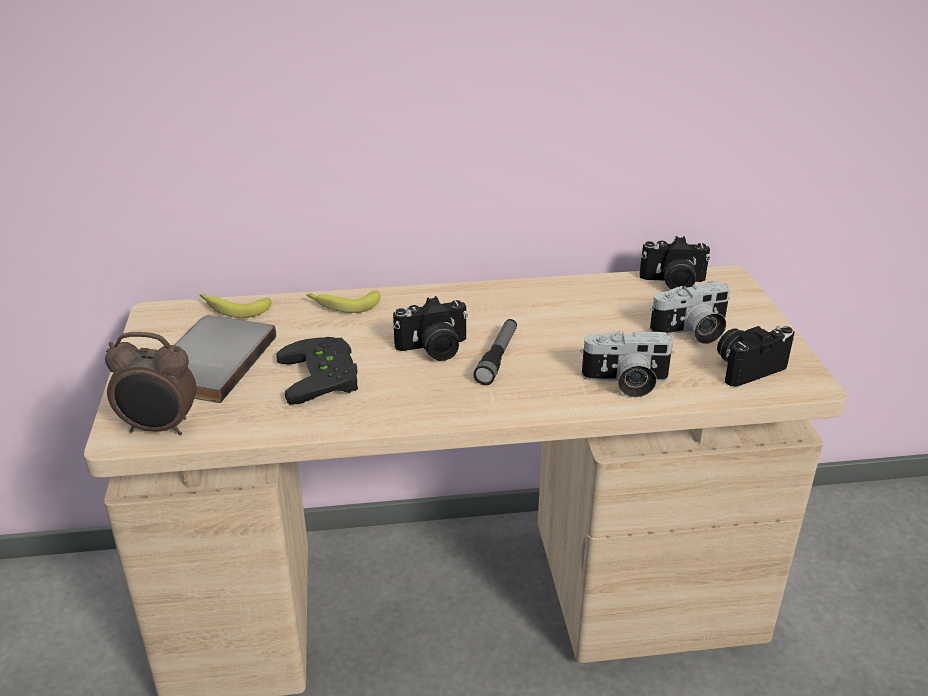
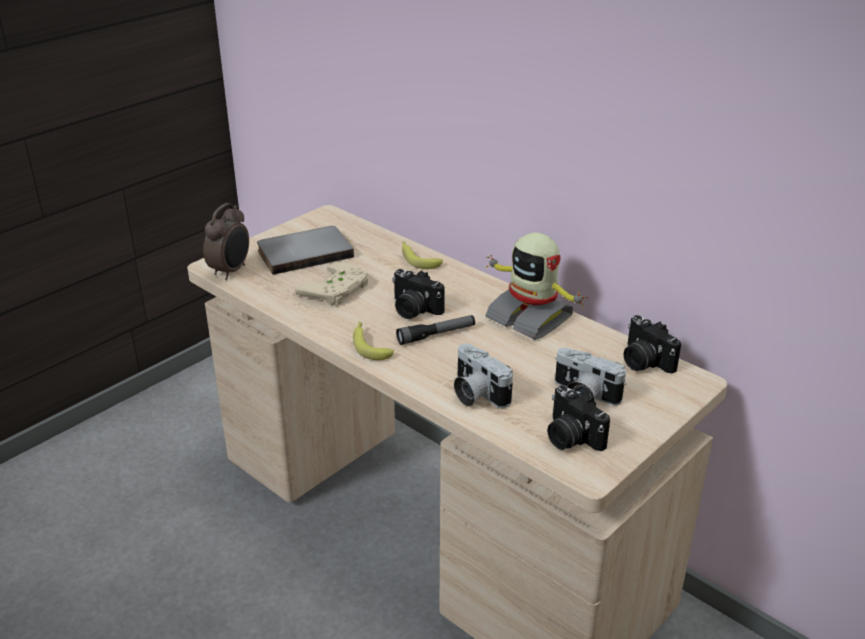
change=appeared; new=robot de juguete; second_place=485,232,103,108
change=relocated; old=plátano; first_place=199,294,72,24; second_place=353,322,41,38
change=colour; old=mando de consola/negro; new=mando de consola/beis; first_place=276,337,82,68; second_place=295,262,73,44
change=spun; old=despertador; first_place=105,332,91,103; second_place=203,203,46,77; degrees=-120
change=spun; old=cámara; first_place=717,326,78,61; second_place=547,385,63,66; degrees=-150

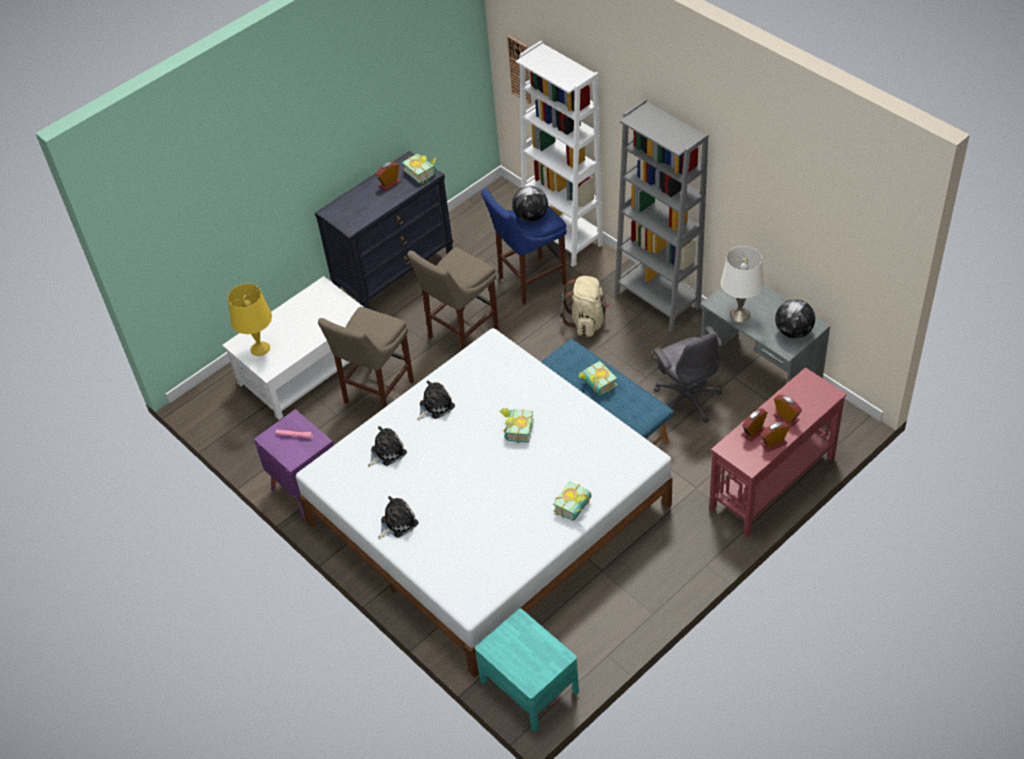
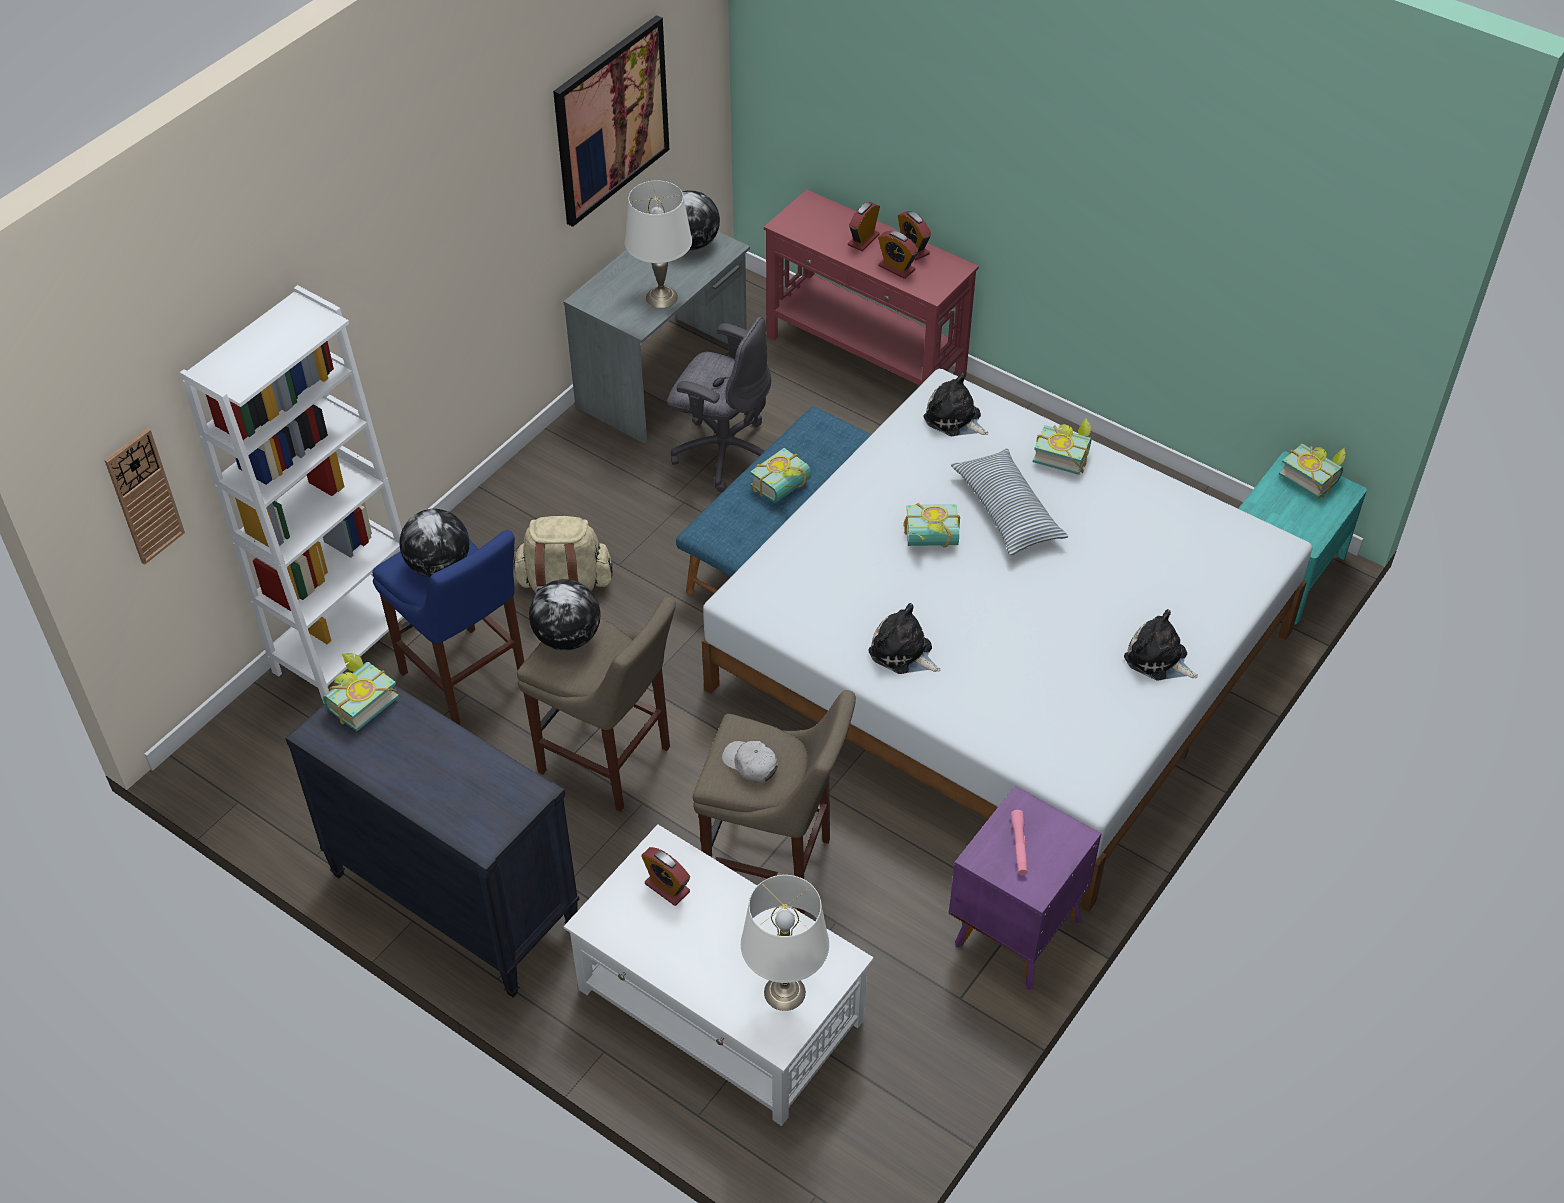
change=missing; old=estantería/gris; first_place=615,99,93,232
change=appeared; new=globo terráqueo; second_place=529,579,72,71
change=appeared; new=cuadro; second_place=553,15,116,212
change=appeared; new=gorra/blanco; second_place=722,741,56,42
change=appeared; new=cojín; second_place=951,448,117,107
change=appeared; new=libro; second_place=1279,444,67,54
change=relocated; old=peluche; first_place=368,426,39,41; second_place=923,373,66,63
change=relocated; old=despertador; first_place=376,162,25,29; second_place=641,847,49,59
change=colour; old=lámpara de mesa/amarillo; new=lámpara de mesa/blanco; first_place=228,284,44,72; second_place=741,875,88,136
change=spun; old=silla de oficina/gris; first_place=653,326,70,97; second_place=667,317,104,175; degrees=60

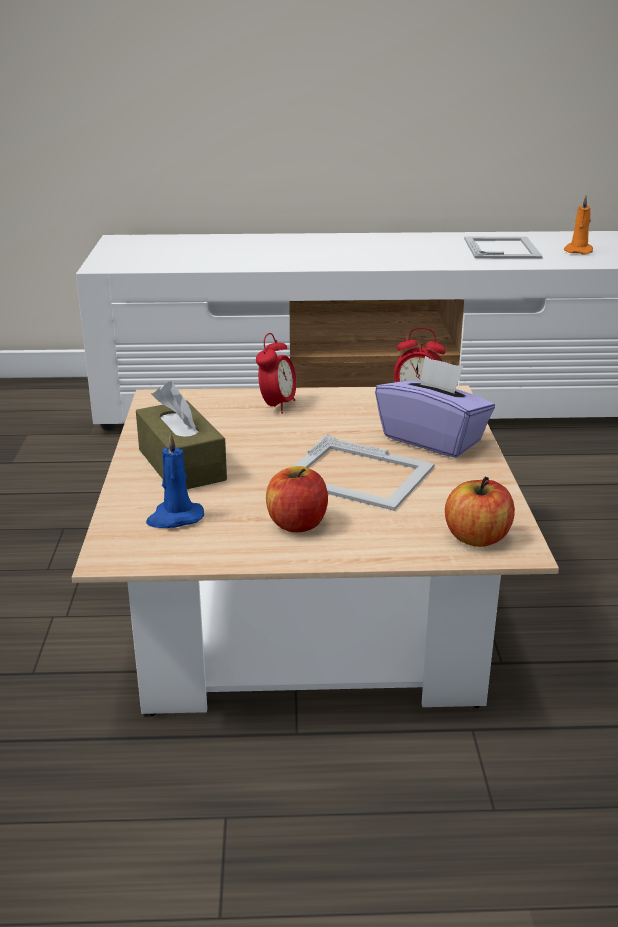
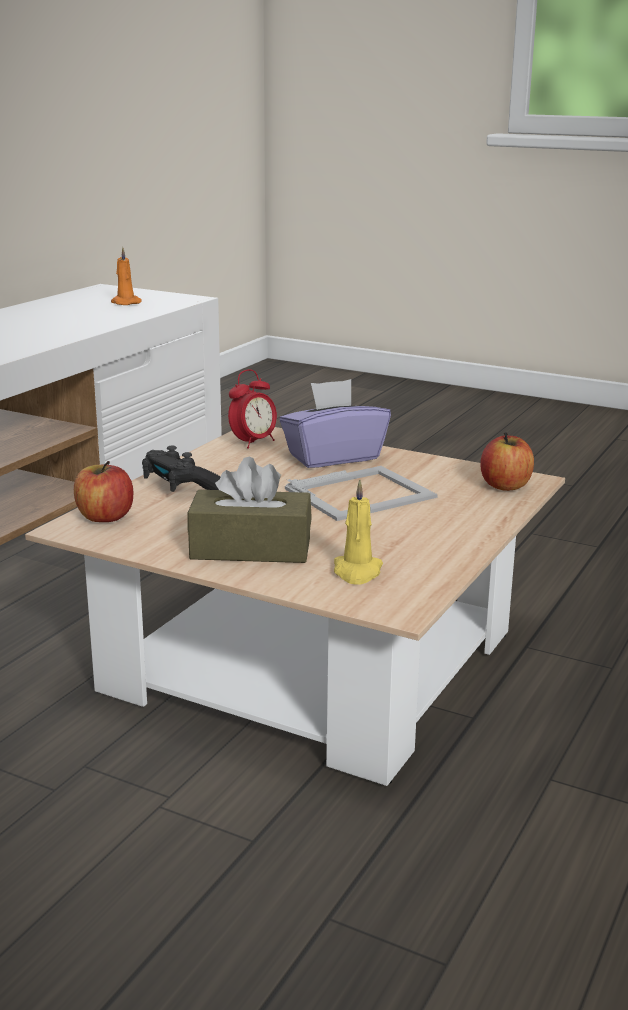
change=missing; old=portarretratos; first_place=464,237,79,22
change=relocated; old=manzana; first_place=266,466,62,66; second_place=74,461,59,61
change=exchanged; old=despertador; new=mando de consola/negro; first_place=256,333,40,81; second_place=142,445,78,47
change=colour; old=vela/azul; new=vela/amarillo; first_place=146,432,58,96; second_place=334,480,49,104

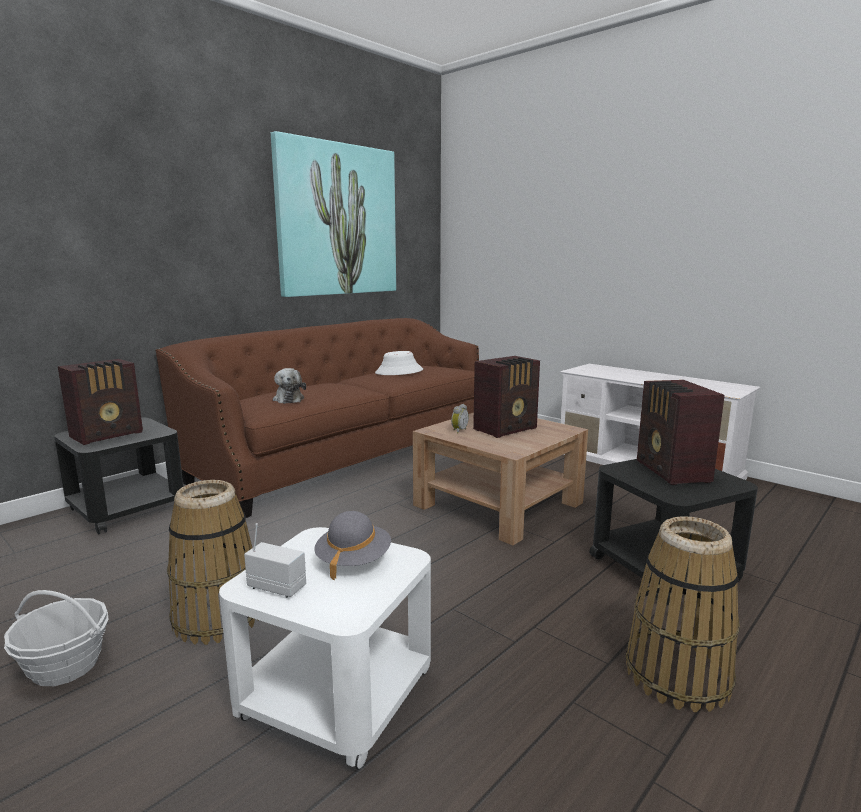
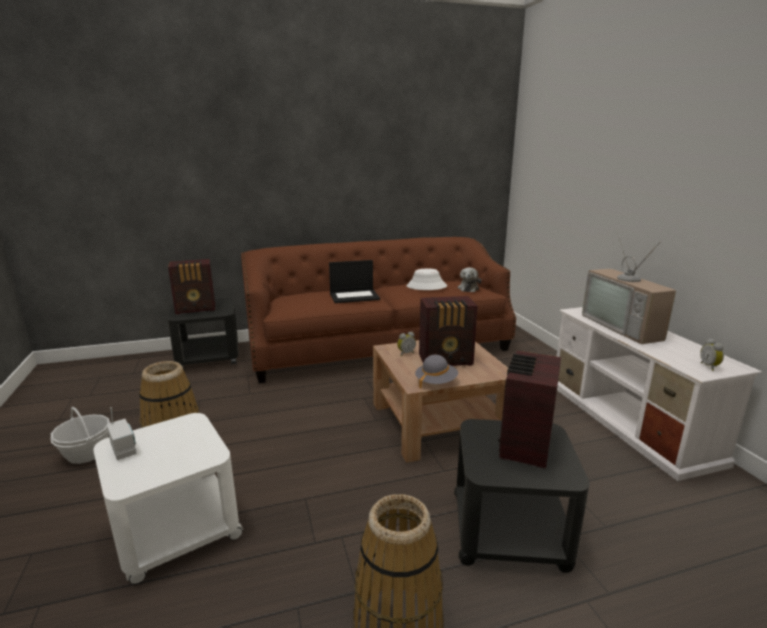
change=missing; old=cuadro; first_place=271,131,125,166
change=appeared; new=portátil; second_place=329,260,51,43
change=appeared; new=televisor; second_place=582,232,94,112
change=appeared; new=despertador; second_place=700,338,24,33
change=relocated; old=peluche; first_place=273,368,33,36; second_place=458,267,23,25
change=relocated; old=sombrero/gris; first_place=314,511,77,69; second_place=415,355,43,34

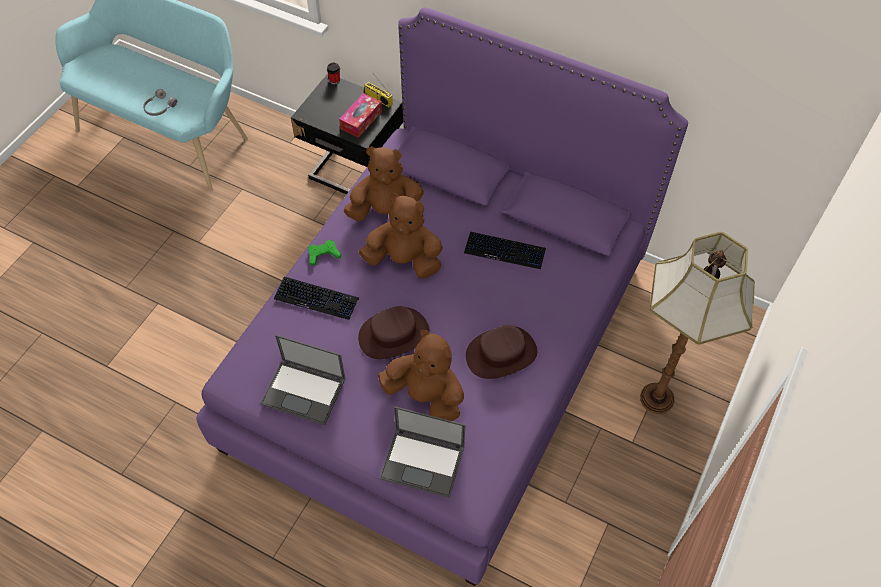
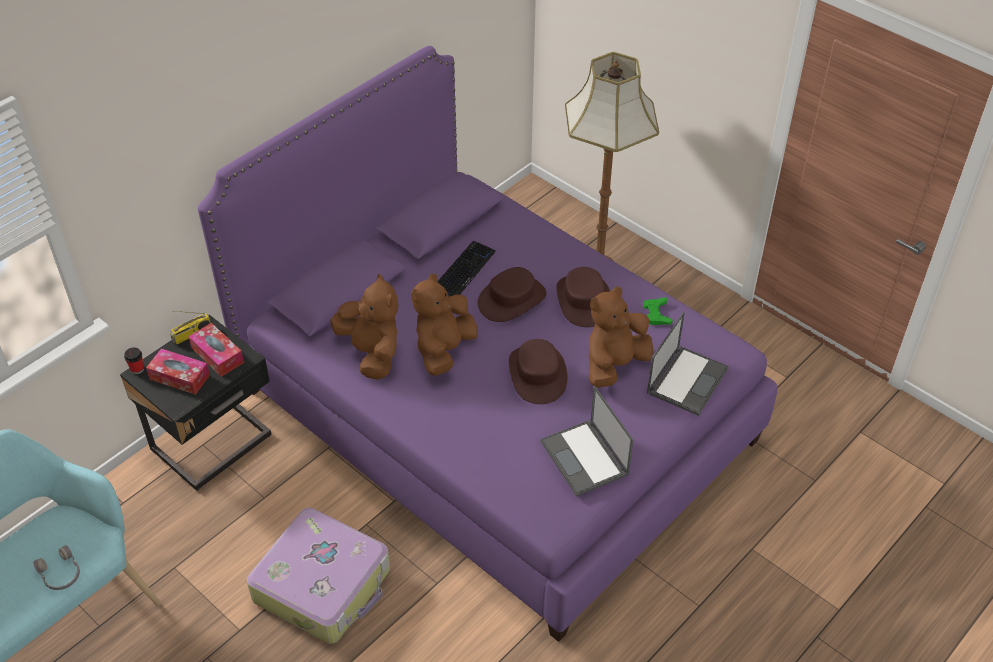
change=missing; old=teclado; first_place=274,277,85,43
change=appeared; new=caja de pañuelos; second_place=146,349,64,46
change=appeared; new=maleta; second_place=247,508,143,136
change=appeared; new=sombrero/marrón; second_place=478,267,69,55
change=relocated; old=mando de consola/verde; first_place=308,240,33,26; second_place=643,297,30,28
change=spun; old=portátil; first_place=260,335,85,90; second_place=540,386,93,111; degrees=120
change=spun; old=peluche/marrón; first_place=344,147,80,74; second_place=330,274,69,106; degrees=135

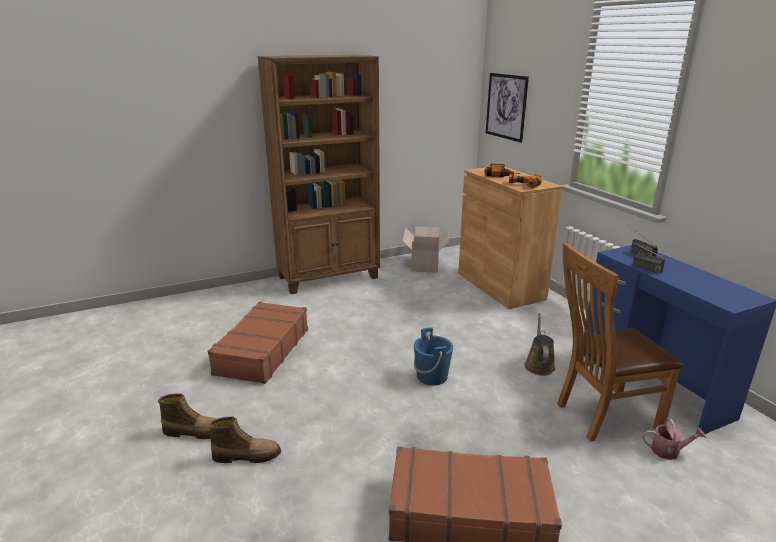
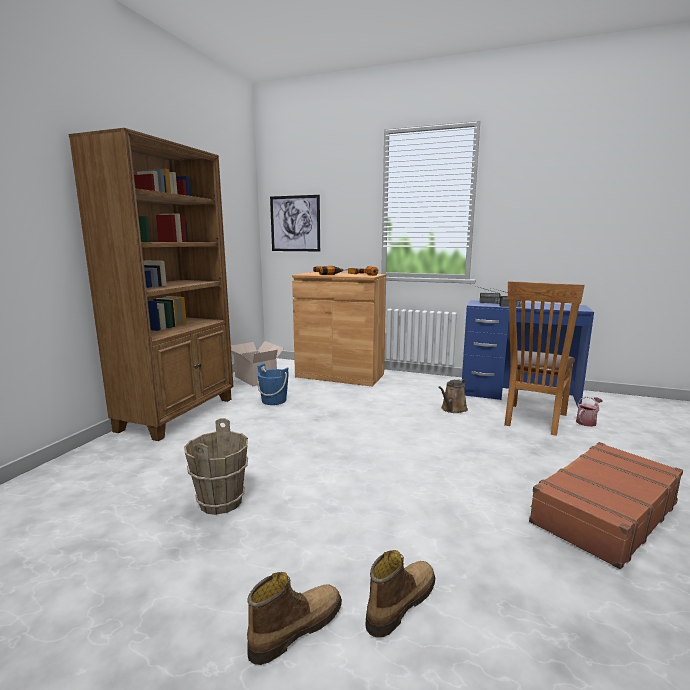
change=relocated; old=cubo/azul; first_place=414,327,39,59; second_place=257,364,32,41
change=exchanged; old=maleta/marrón; new=cubo/marrón; first_place=208,302,100,82; second_place=184,418,64,97
change=spun; old=regadera/marrón; first_place=524,313,31,63; second_place=438,379,30,34; degrees=-105

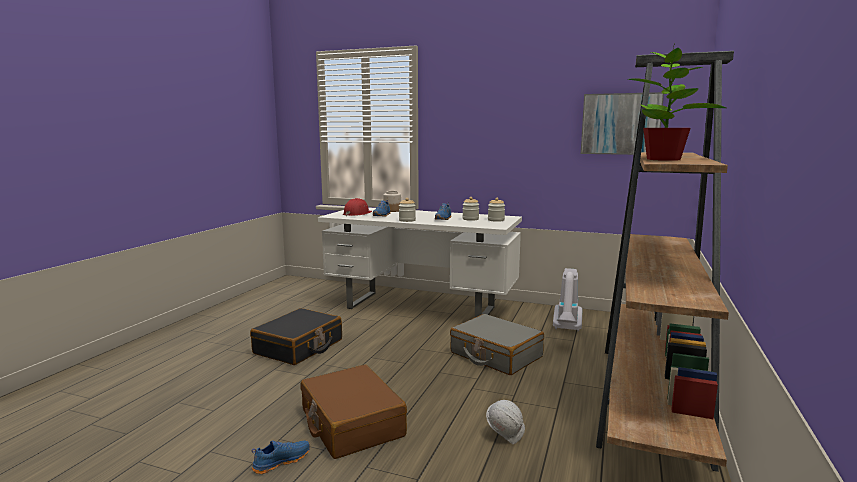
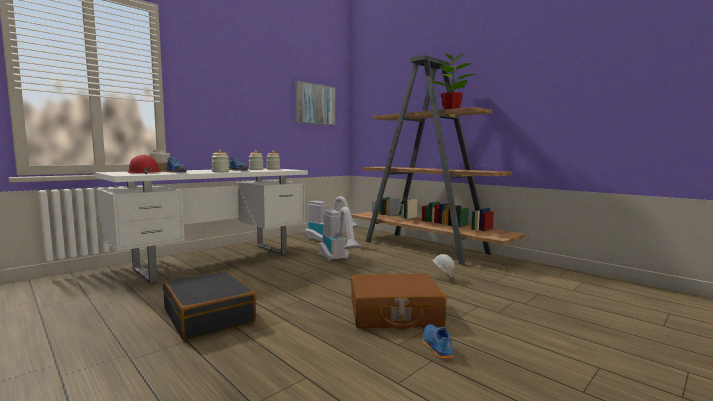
change=exchanged; old=maleta/gris; new=aspiradora; first_place=450,314,94,61; second_place=319,207,42,54

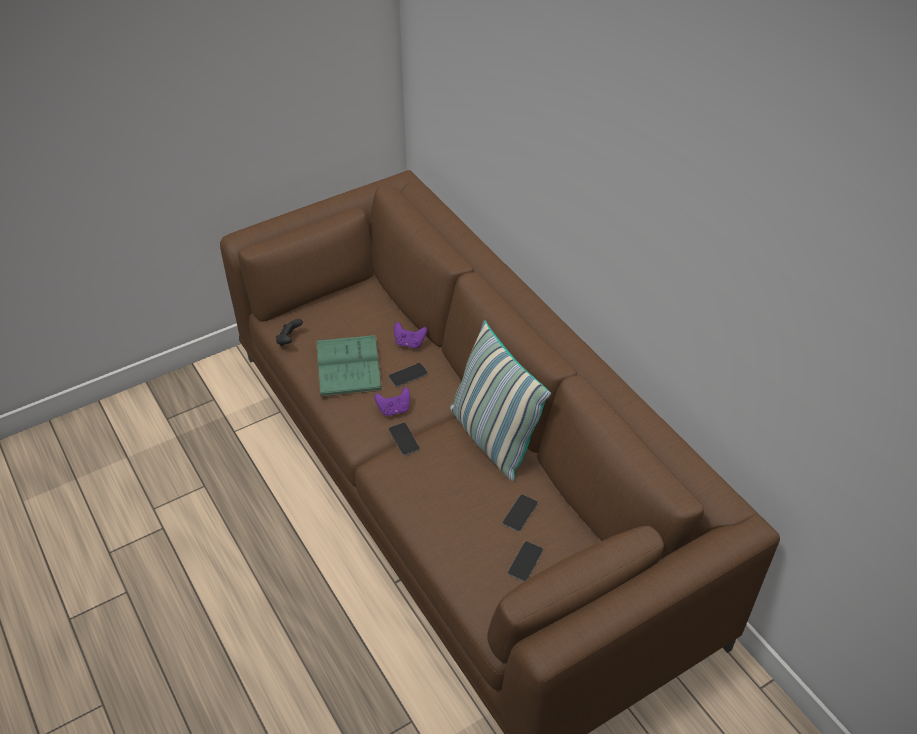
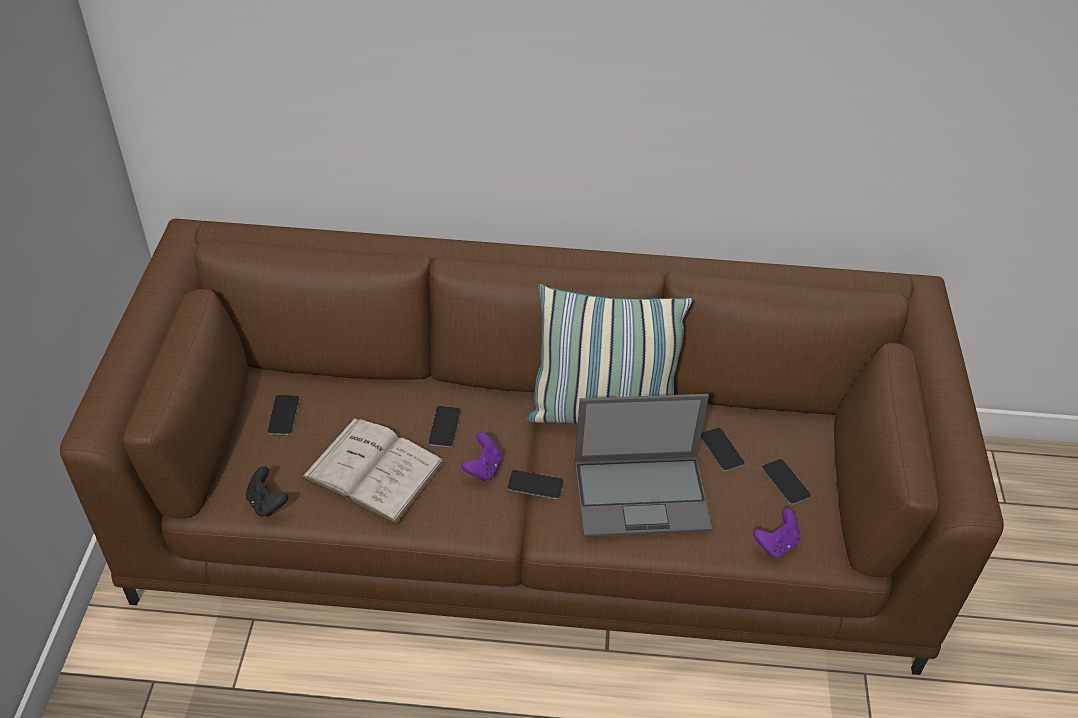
change=appeared; new=móvil; second_place=267,395,33,40
change=appeared; new=portátil; second_place=575,394,137,143
change=relocated; old=mando de consola/morado; first_place=394,322,33,26; second_place=753,508,47,50
change=colour; old=libro/verde; new=libro/blanco; first_place=316,335,66,62; second_place=300,418,145,107

